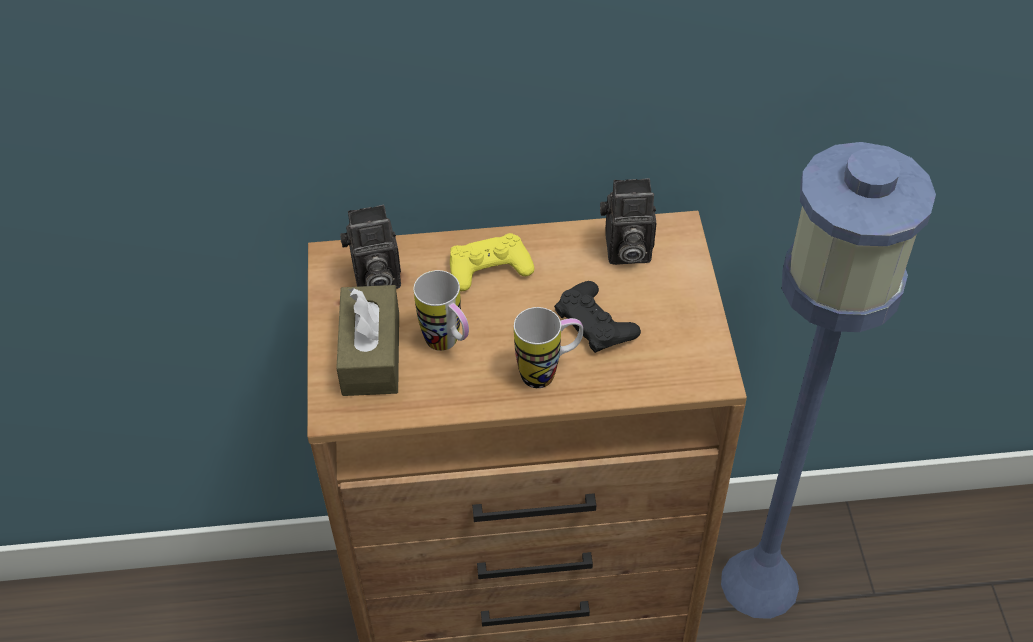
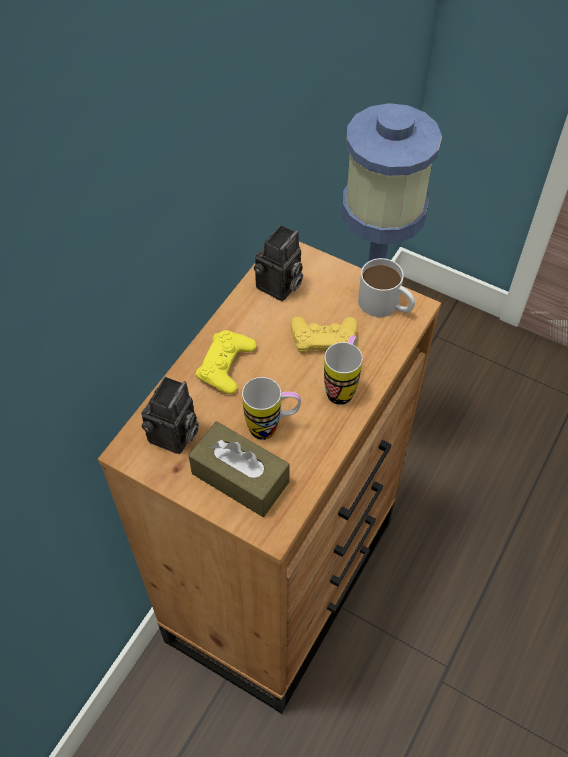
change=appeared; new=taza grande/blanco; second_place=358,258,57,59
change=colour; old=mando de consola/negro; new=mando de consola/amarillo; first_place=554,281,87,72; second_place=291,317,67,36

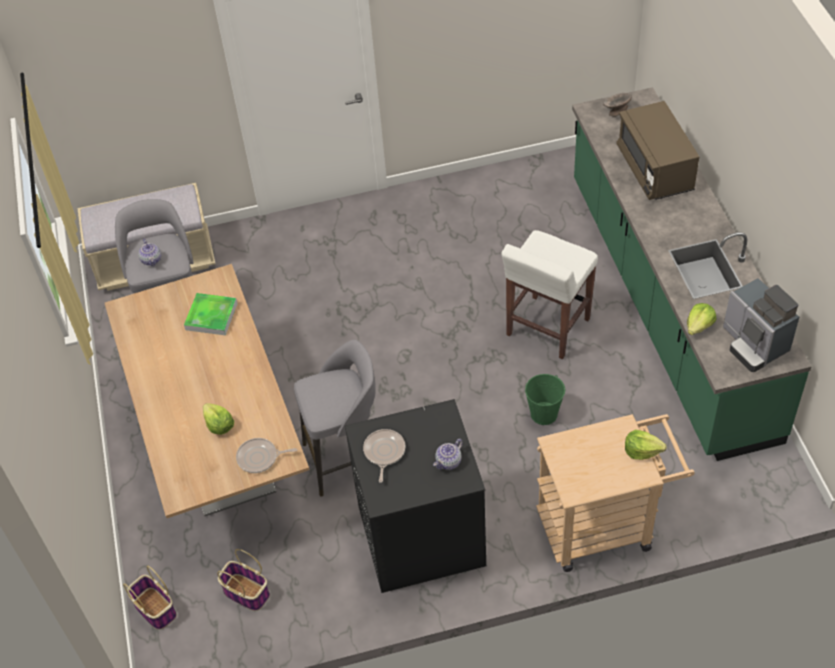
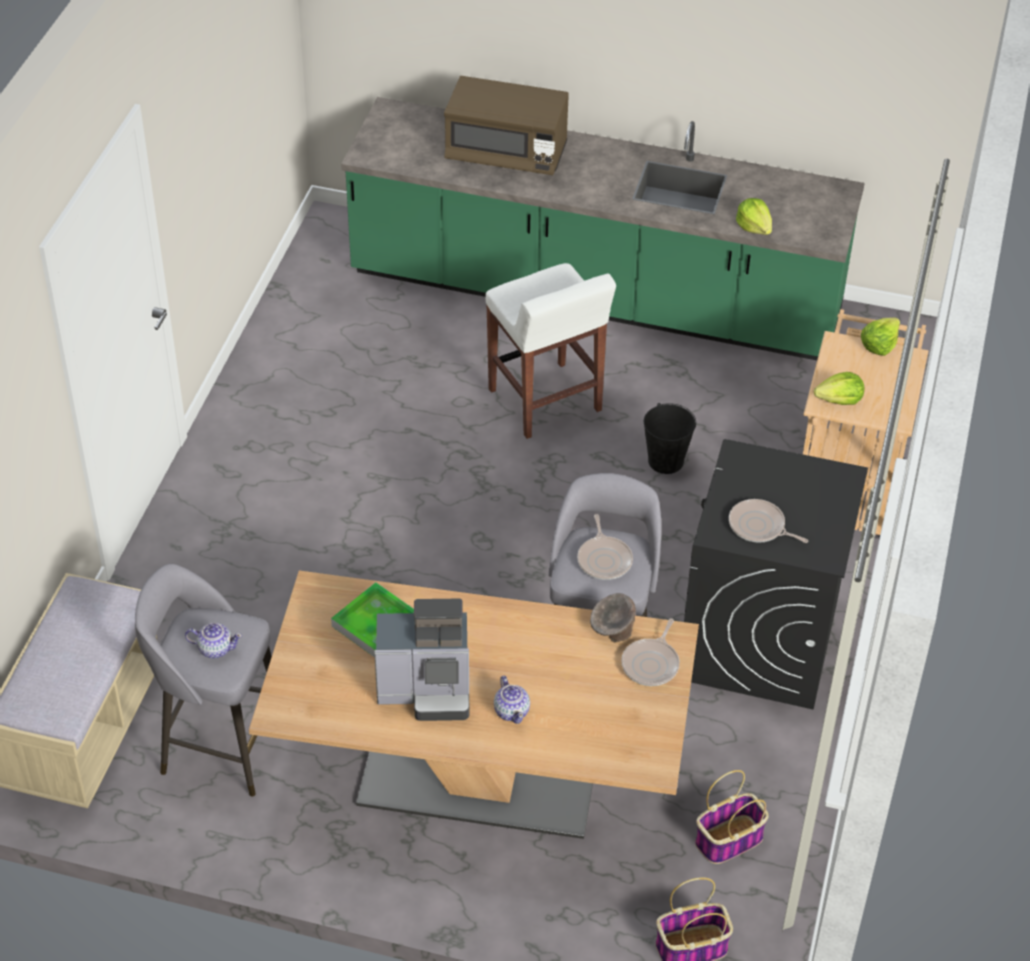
change=appeared; new=sartén; second_place=577,514,56,66
change=relocated; old=lechuga; first_place=203,403,31,32; second_place=814,372,50,33
change=relocated; old=tetera; first_place=433,439,30,31; second_place=494,676,36,48
change=relocated; old=cuenco/gris; first_place=603,93,29,24; second_place=590,593,46,50
change=relocated; old=cafetera; first_place=723,278,76,94; second_place=374,599,95,122
change=colour; old=cubo/verde; new=cubo/negro; first_place=525,374,40,51; second_place=644,403,52,71

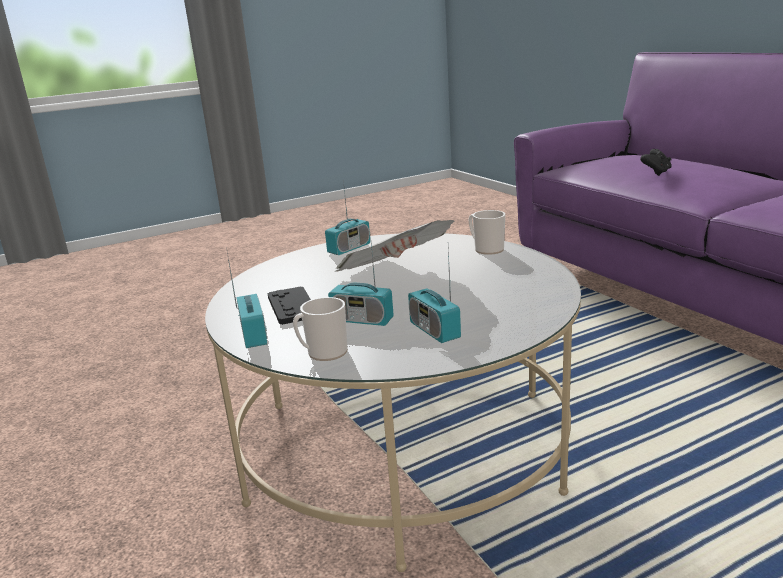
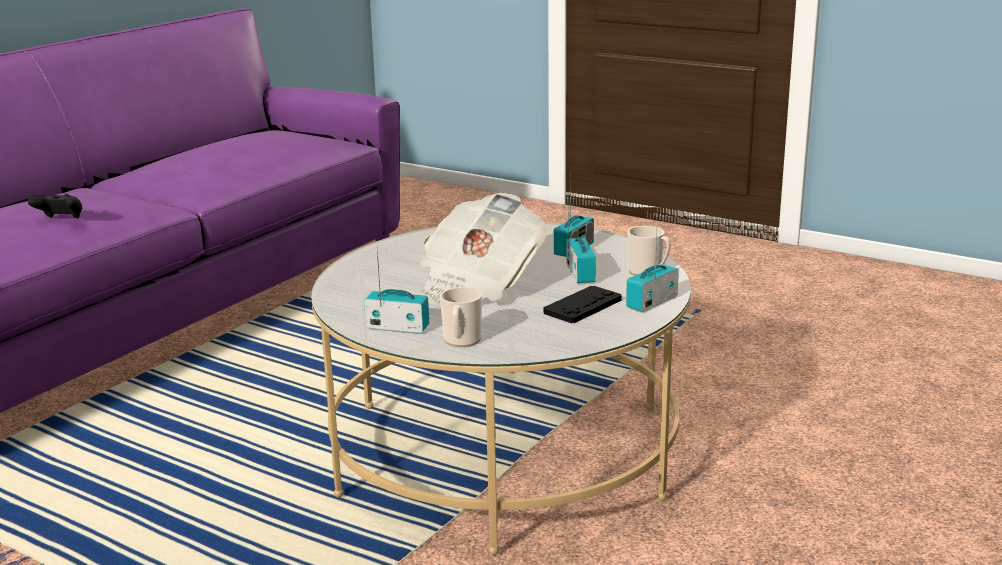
change=relocated; old=taza grande; first_place=469,210,36,45; second_place=440,287,42,60

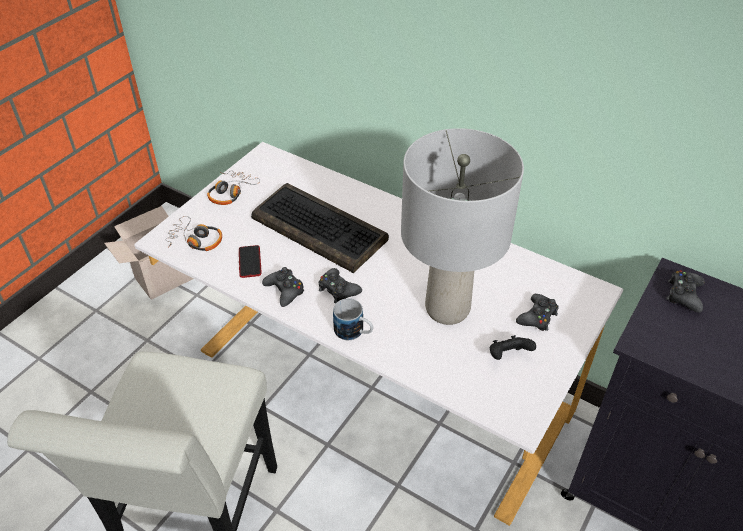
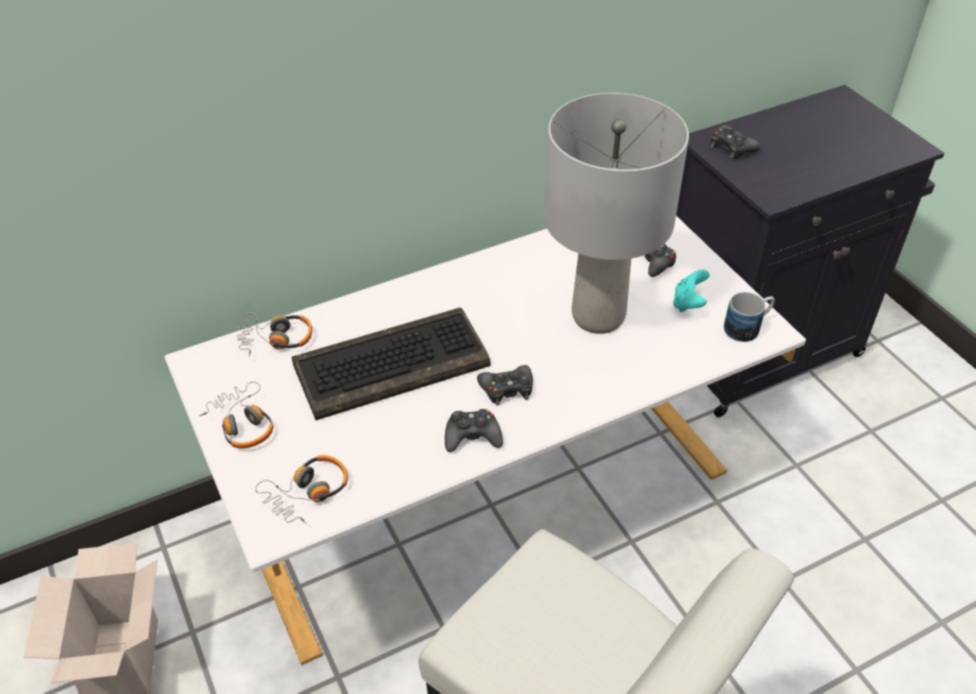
change=missing; old=móvil; first_place=239,245,22,33
change=appeared; new=auriculares; second_place=237,312,75,45
change=relocated; old=taza grande; first_place=333,298,40,42; second_place=724,292,51,50
change=colour; old=mando de consola/negro; new=mando de consola/turquesa; first_place=490,335,46,25; second_place=673,270,37,42

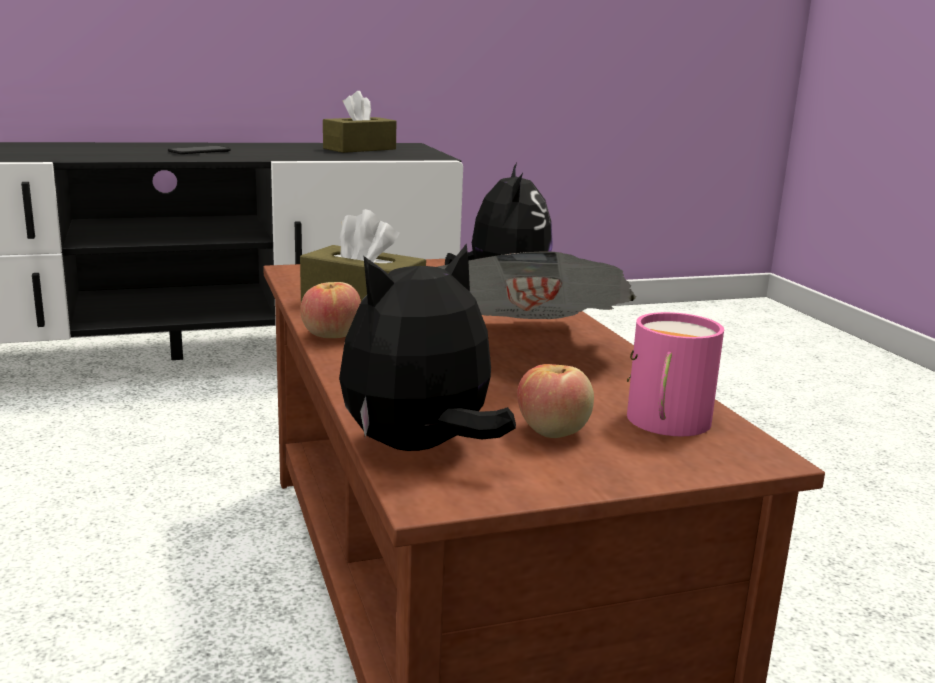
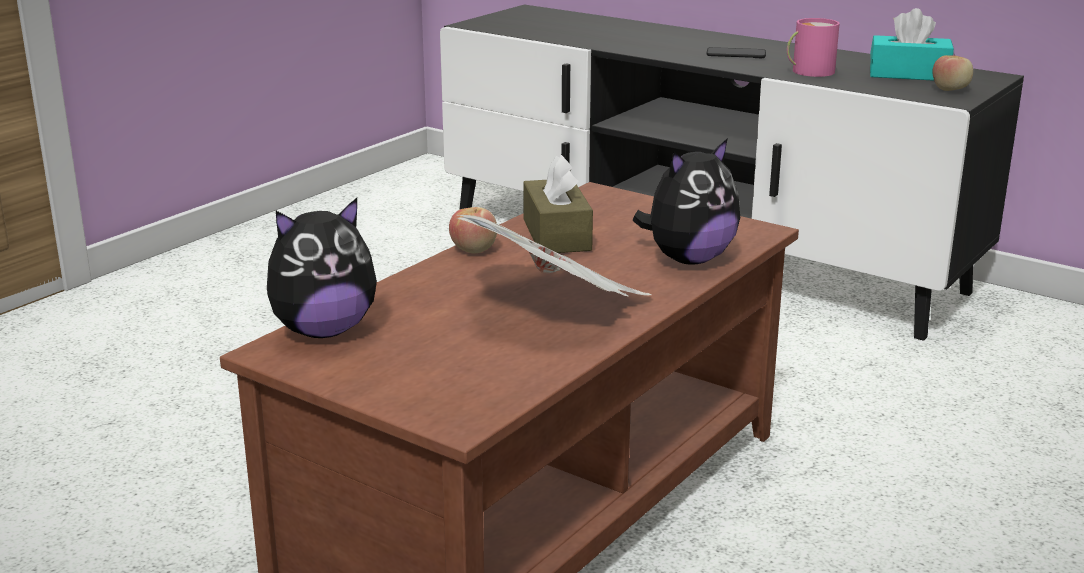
change=relocated; old=manzana; first_place=517,364,77,74; second_place=932,55,41,36
change=relocated; old=taza grande/rosa; first_place=627,312,97,124; second_place=787,18,53,59
change=colour; old=caja de pañuelos/marrón; new=caja de pañuelos/turquesa; first_place=323,91,73,62; second_place=870,8,84,73
change=spun; old=peluche; first_place=339,243,177,208; second_place=267,198,110,140; degrees=135

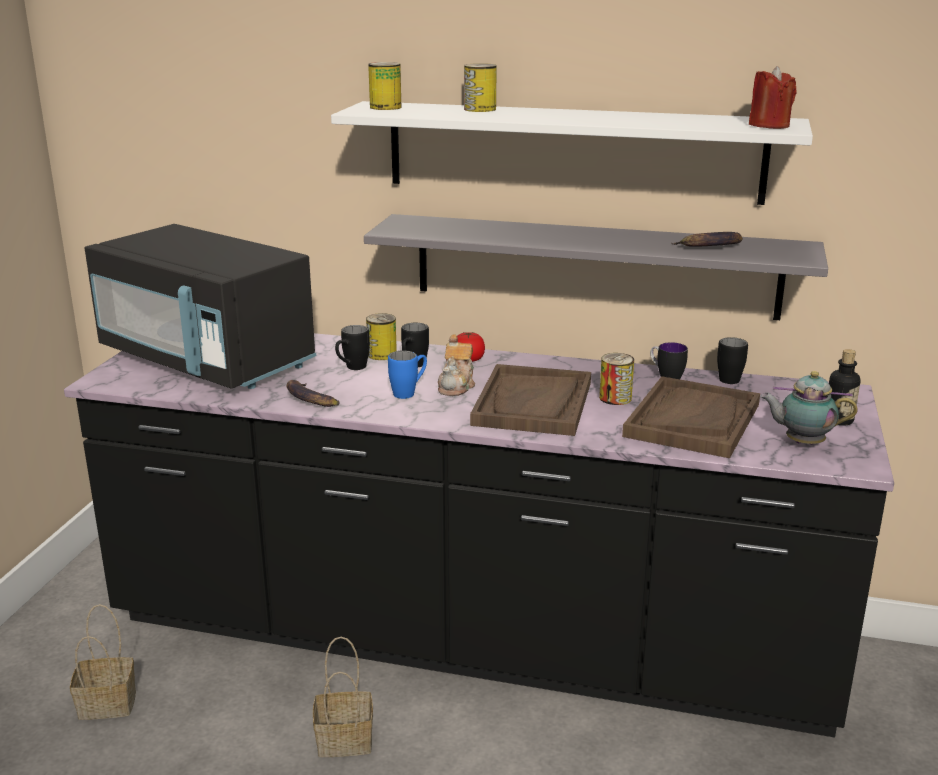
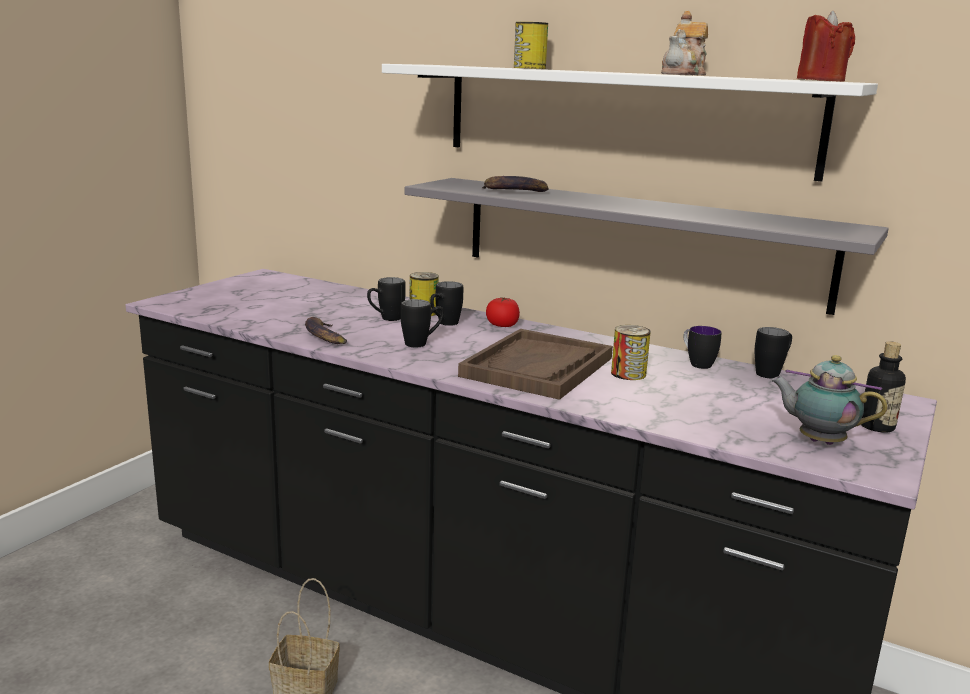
change=missing; old=cesta; first_place=70,604,66,116
change=missing; old=microondas/negro; first_place=85,224,231,165
change=missing; old=lata; first_place=368,62,33,48
change=missing; old=bandeja/marrón; first_place=622,376,138,82
change=relocated; old=tetera; first_place=438,334,37,62; second_place=661,11,47,65
change=relocated; old=plátano; first_place=672,232,71,15; second_place=482,176,67,16
change=colour; old=taza grande/azul; new=taza grande/negro; first_place=388,350,39,49; second_place=401,299,43,48

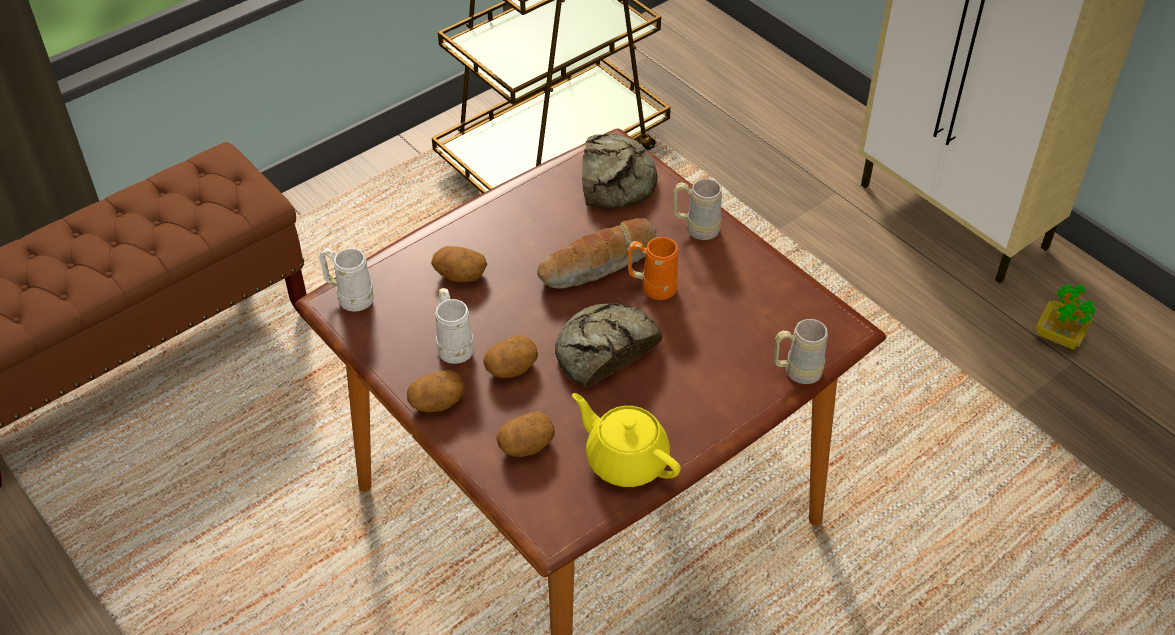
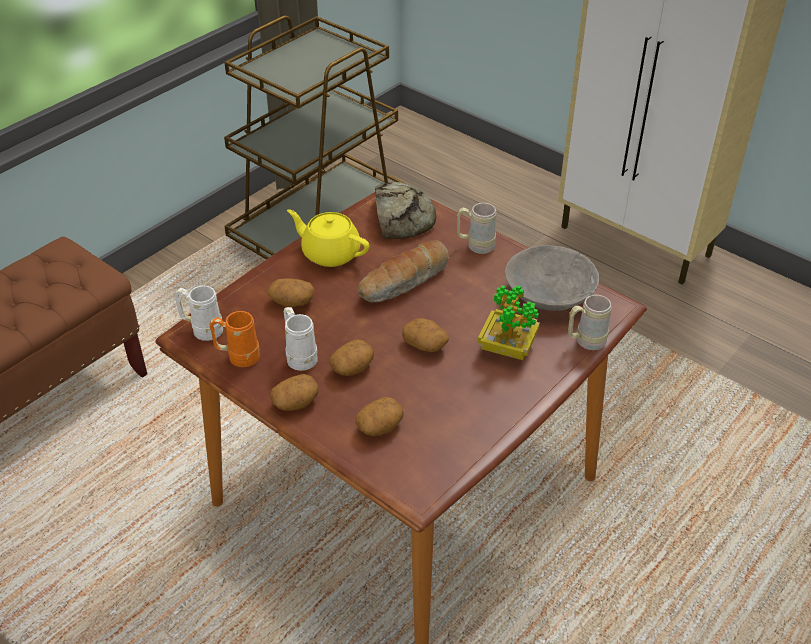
change=appeared; new=cuenco/gris; second_place=505,245,94,66
change=relocated; old=tetera/amarillo; first_place=572,393,109,94; second_place=287,209,82,58
change=relocated; old=taza grande/naranja; first_place=628,237,50,63; second_place=209,311,51,56
change=relocated; old=planta en maceta; first_place=1035,284,61,66; second_place=478,285,62,75
change=exchanged; old=pan; new=patata; first_place=555,303,108,85; second_place=402,318,47,34

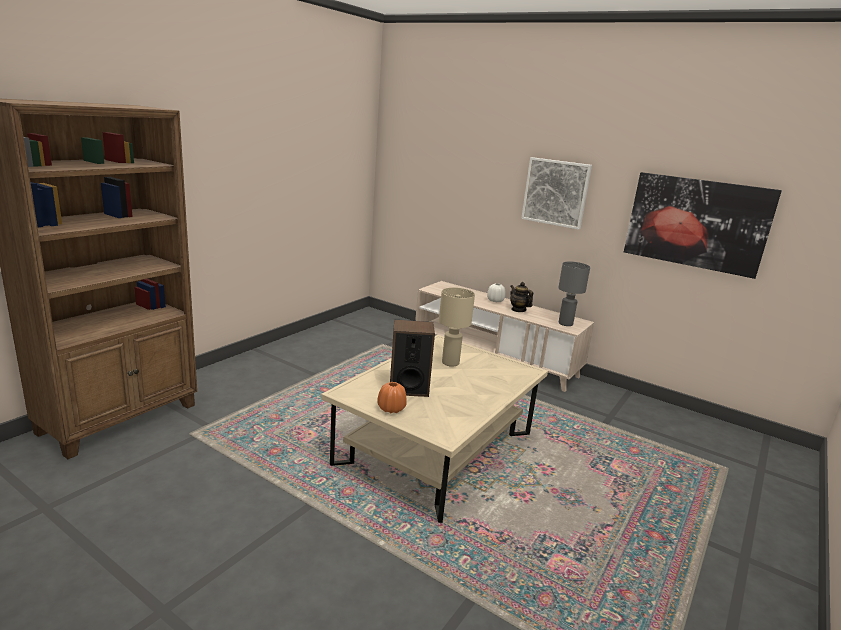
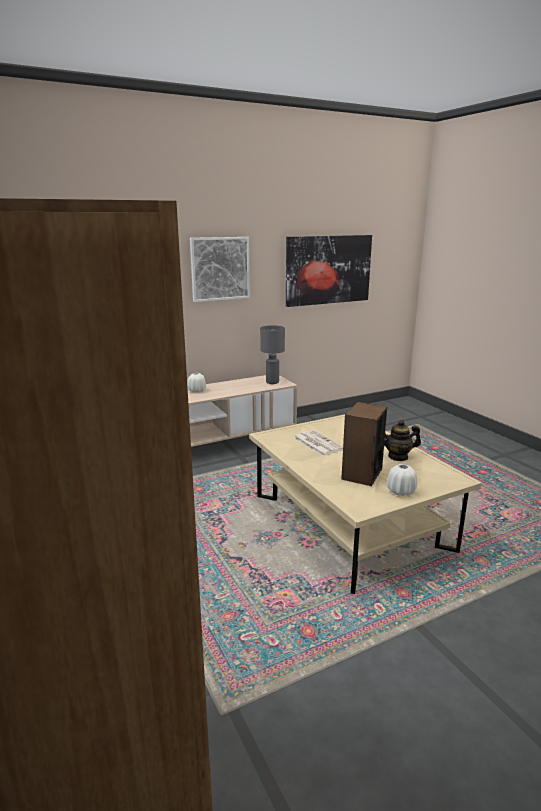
change=relocated; old=tetera; first_place=510,282,23,30; second_place=384,420,37,41
change=exchanged; old=lámpara de mesa/beis; new=periódico; first_place=439,287,36,80; second_place=294,430,49,26
change=colour; old=florero/naranja; new=florero/blanco; first_place=377,382,30,31; second_place=387,464,31,32

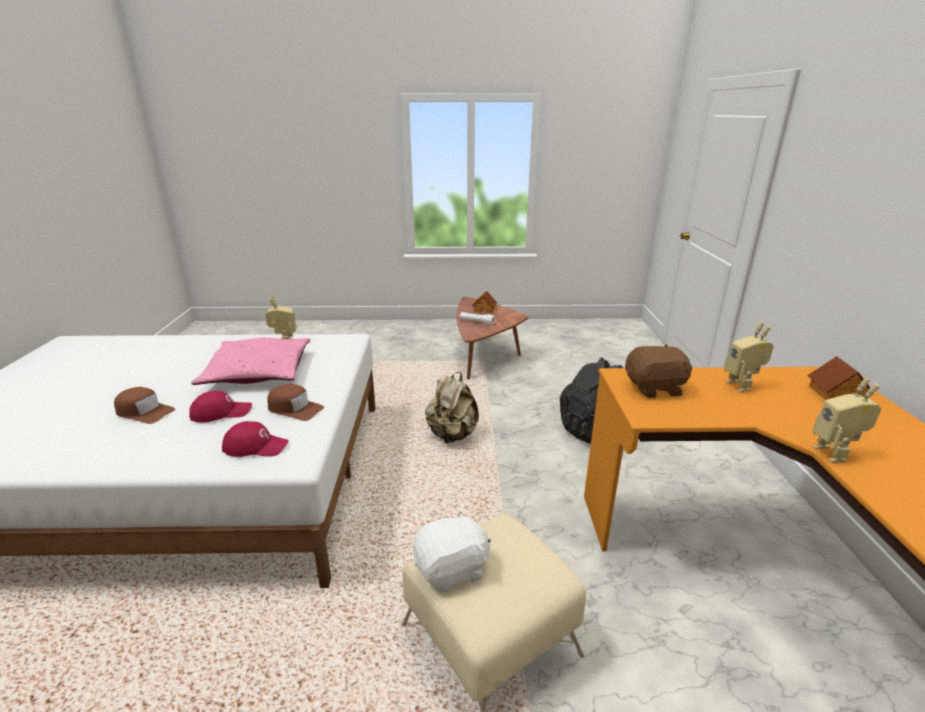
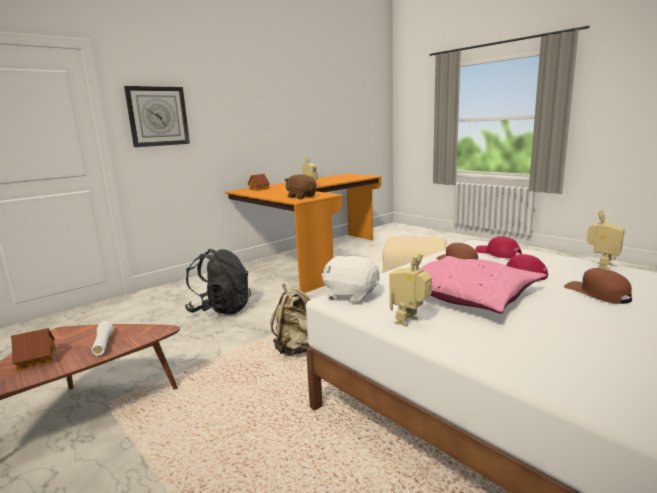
change=appeared; new=reloj de pared; second_place=124,86,66,61
change=relocated; old=peluche/blanco; first_place=413,509,79,83; second_place=322,255,57,48
change=relocated; old=robot de juguete; first_place=724,322,50,70; second_place=587,210,38,59

